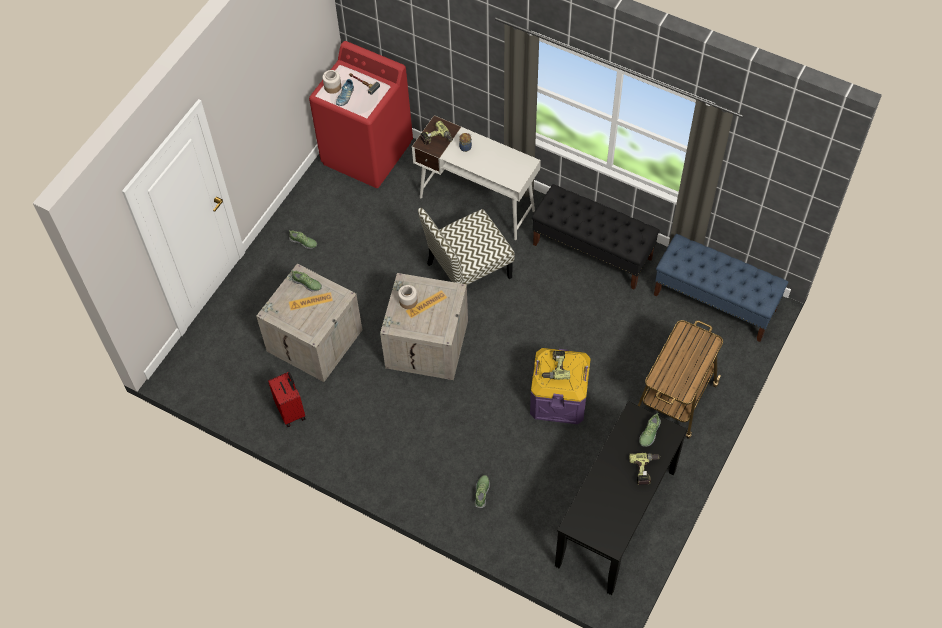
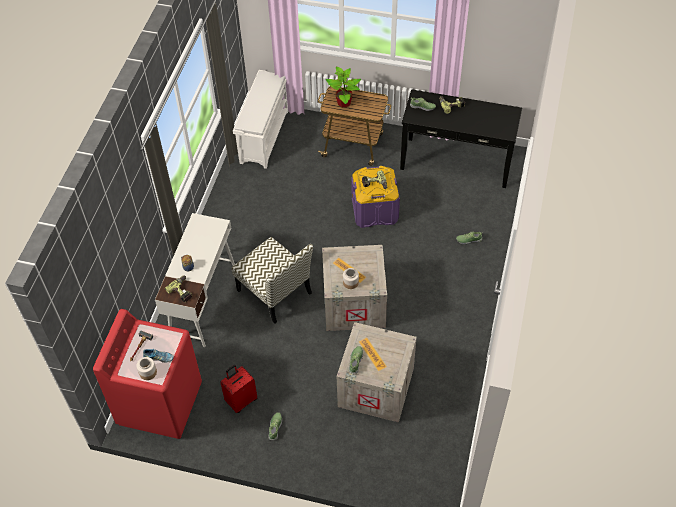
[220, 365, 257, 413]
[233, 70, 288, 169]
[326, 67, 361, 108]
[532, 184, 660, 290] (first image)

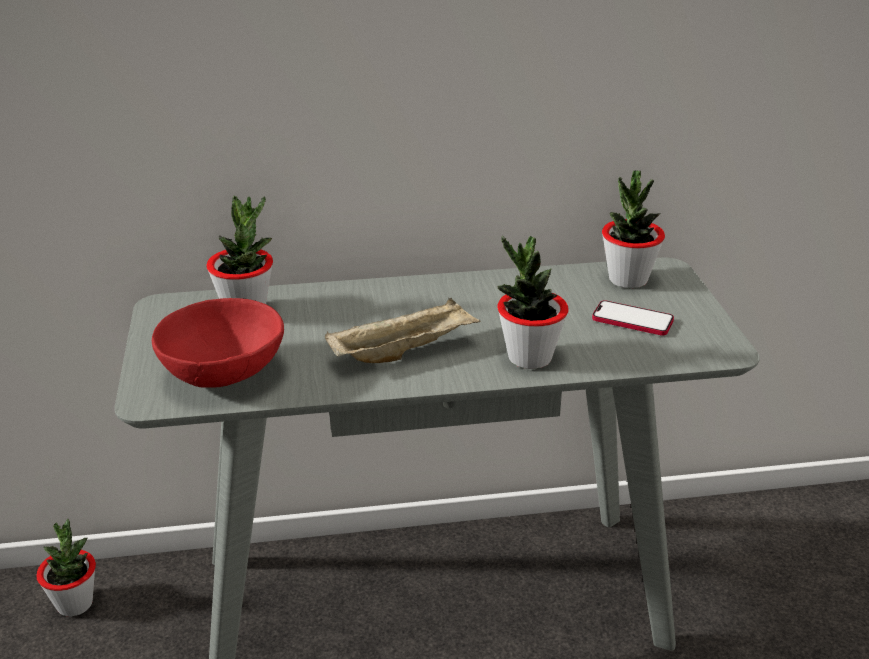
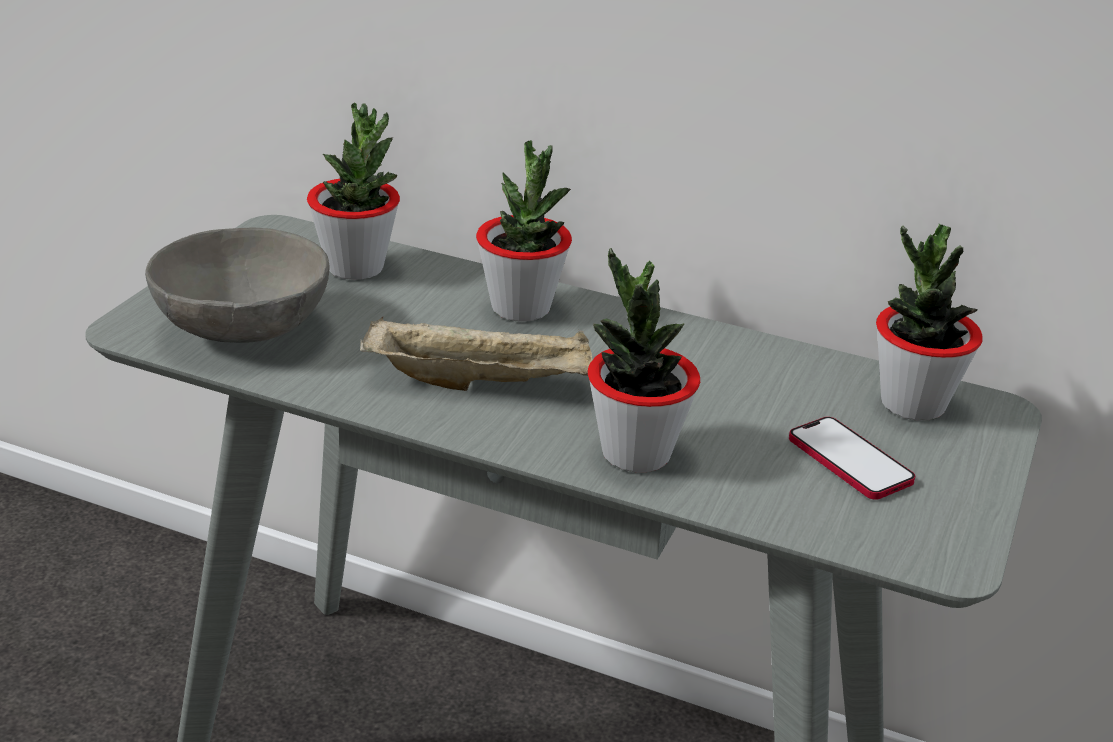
[145, 228, 330, 343]
[476, 140, 572, 322]

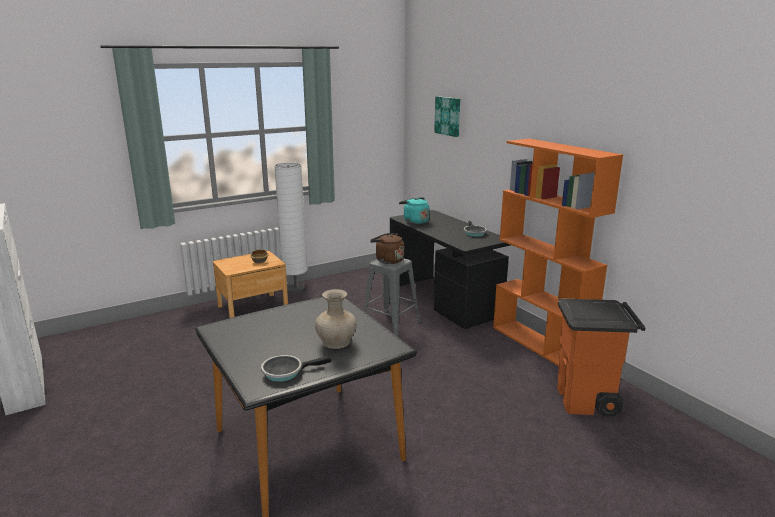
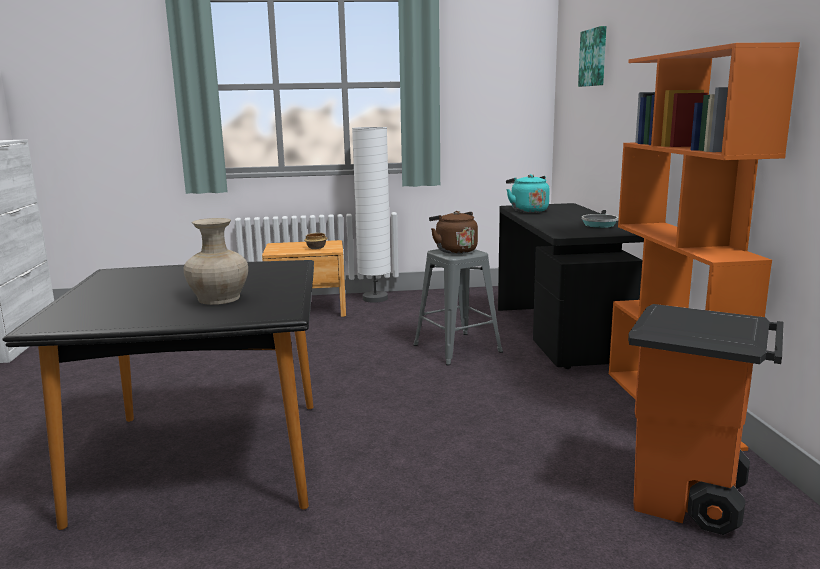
[261, 355, 331, 382] (first image)

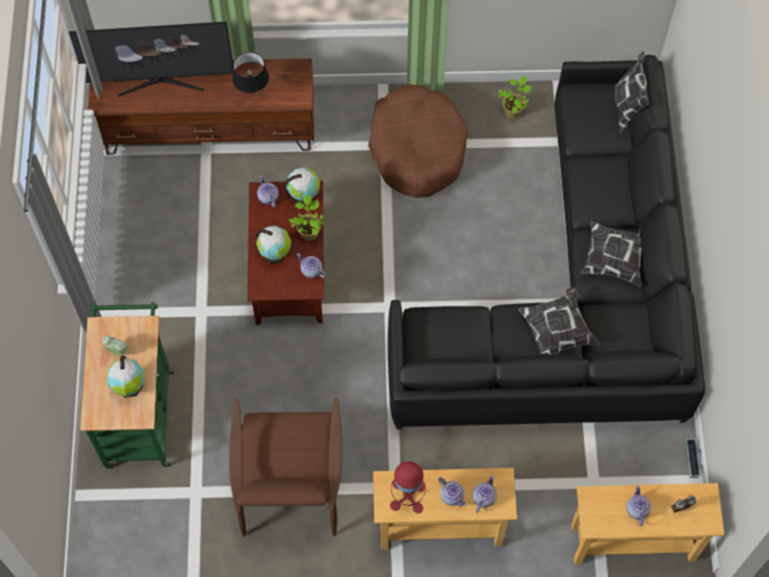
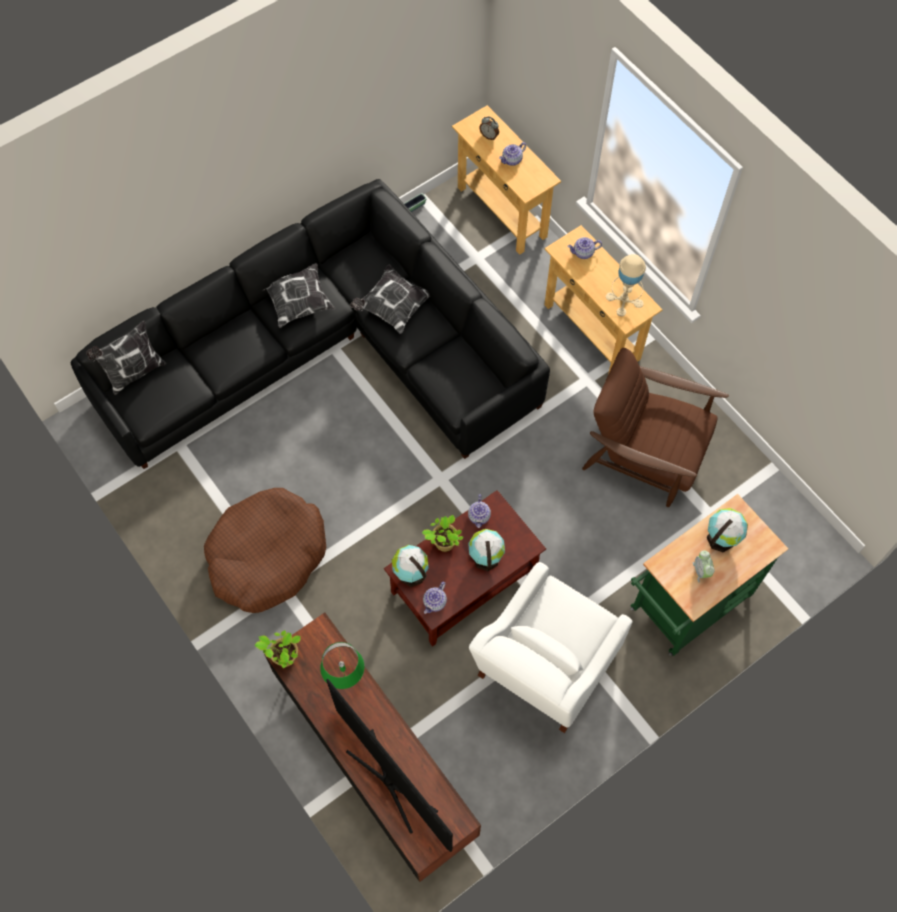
[254, 630, 301, 668]
[320, 642, 364, 689]
[469, 562, 632, 733]
[582, 348, 729, 507]
[606, 254, 646, 316]
[439, 477, 466, 506] (first image)

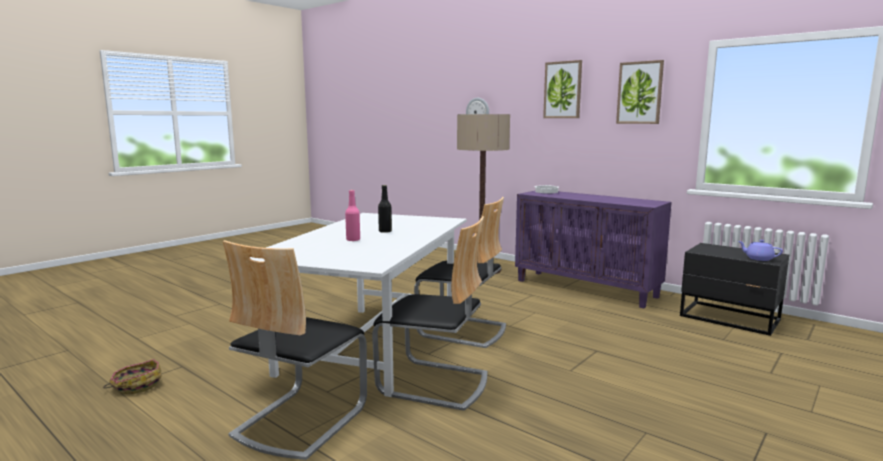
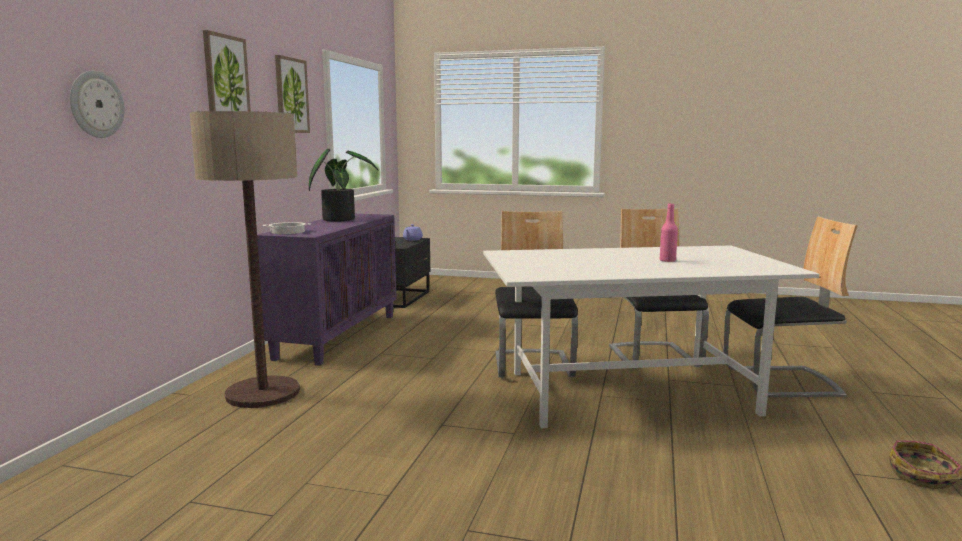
[309, 149, 379, 221]
[378, 185, 392, 233] (first image)

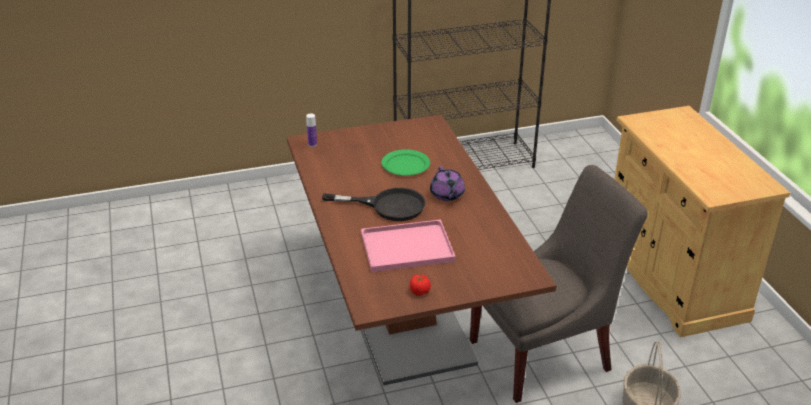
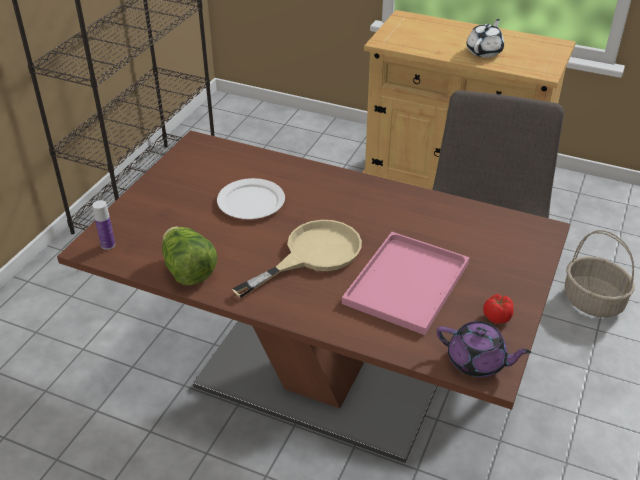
[162, 226, 217, 285]
[217, 178, 285, 219]
[232, 220, 362, 298]
[437, 321, 531, 377]
[466, 19, 504, 57]

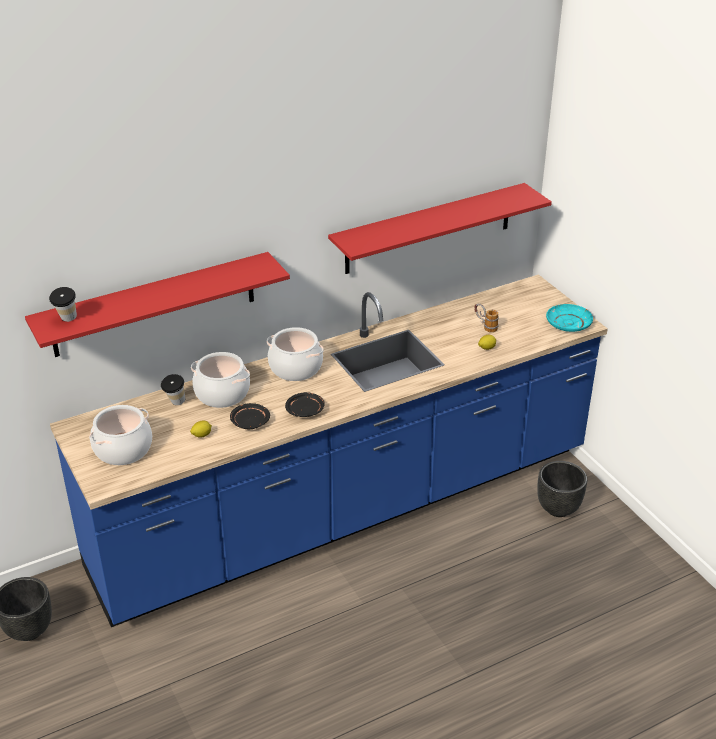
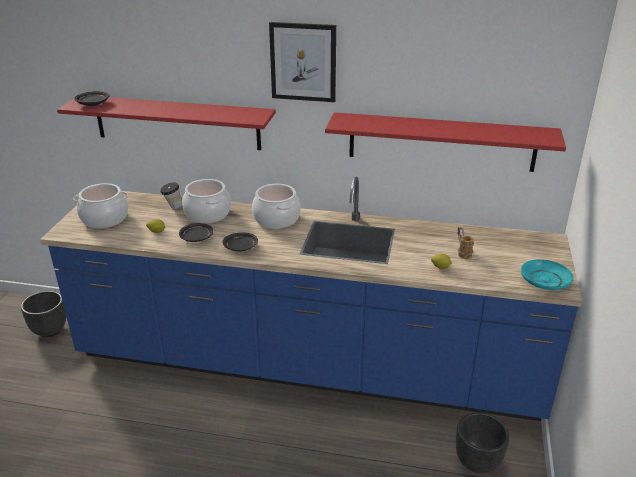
[74, 91, 110, 106]
[269, 22, 336, 102]

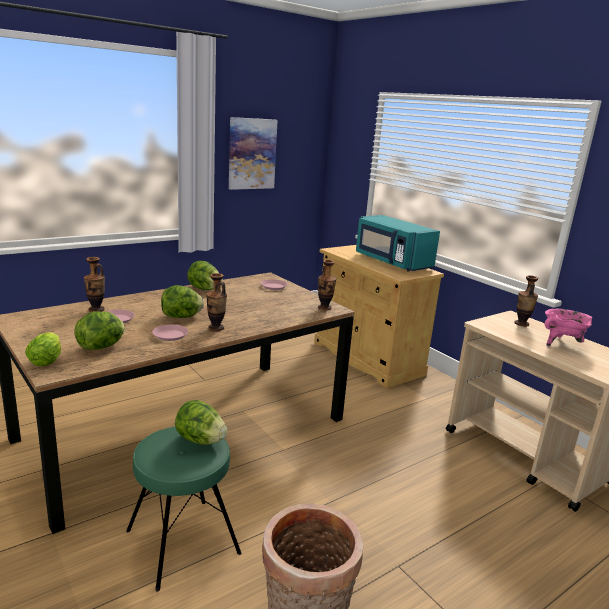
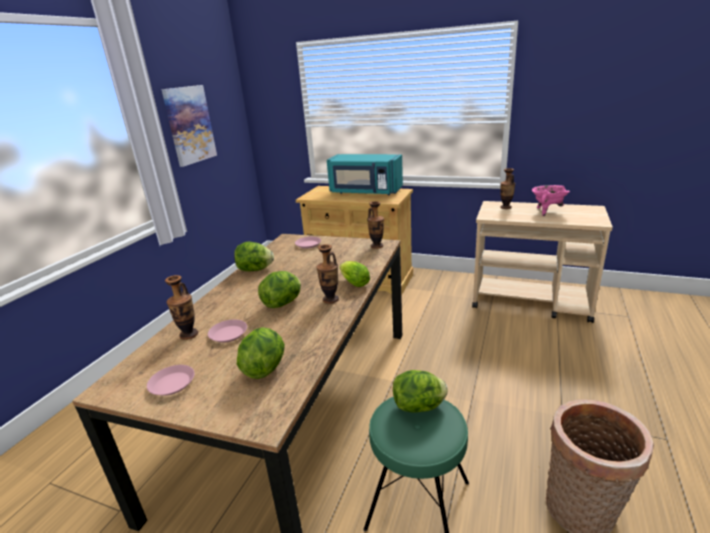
[147, 365, 195, 396]
[339, 261, 370, 287]

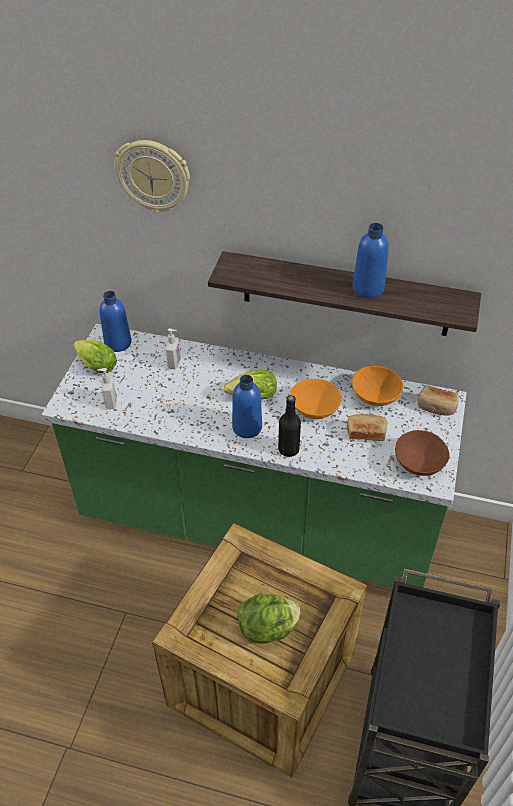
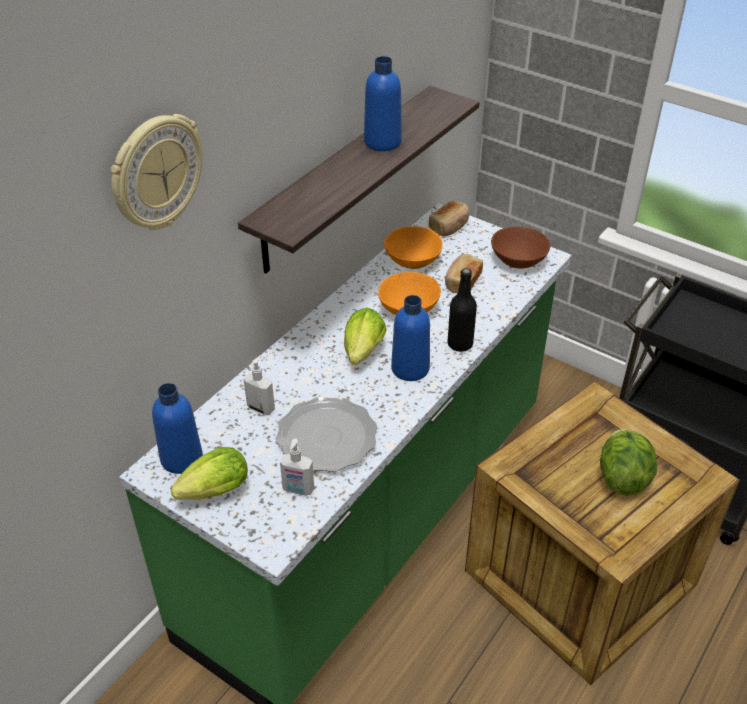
[276, 397, 377, 472]

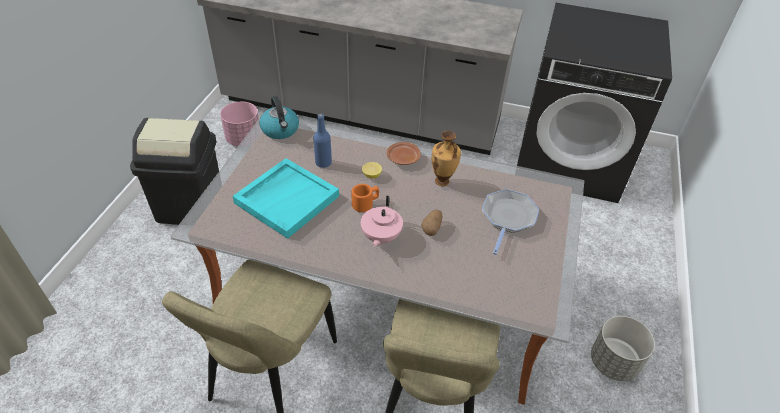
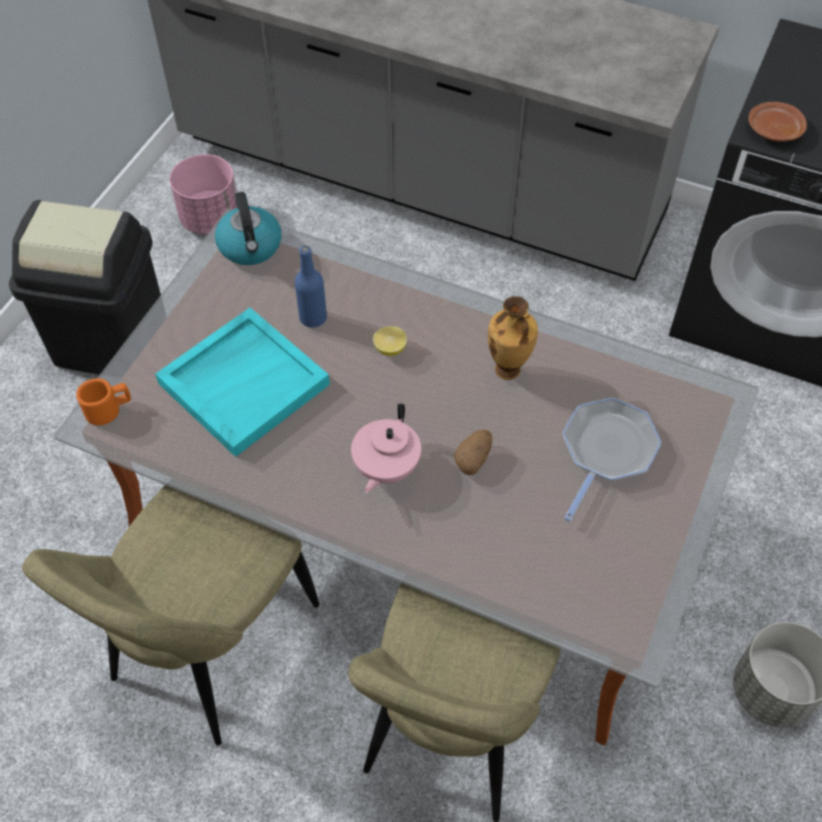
[76, 378, 131, 425]
[748, 102, 807, 142]

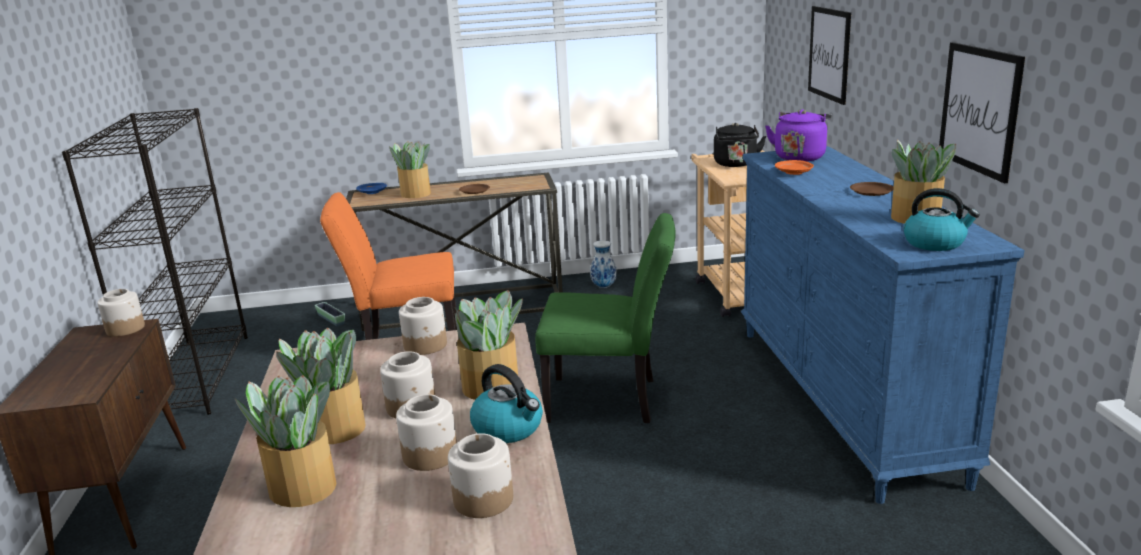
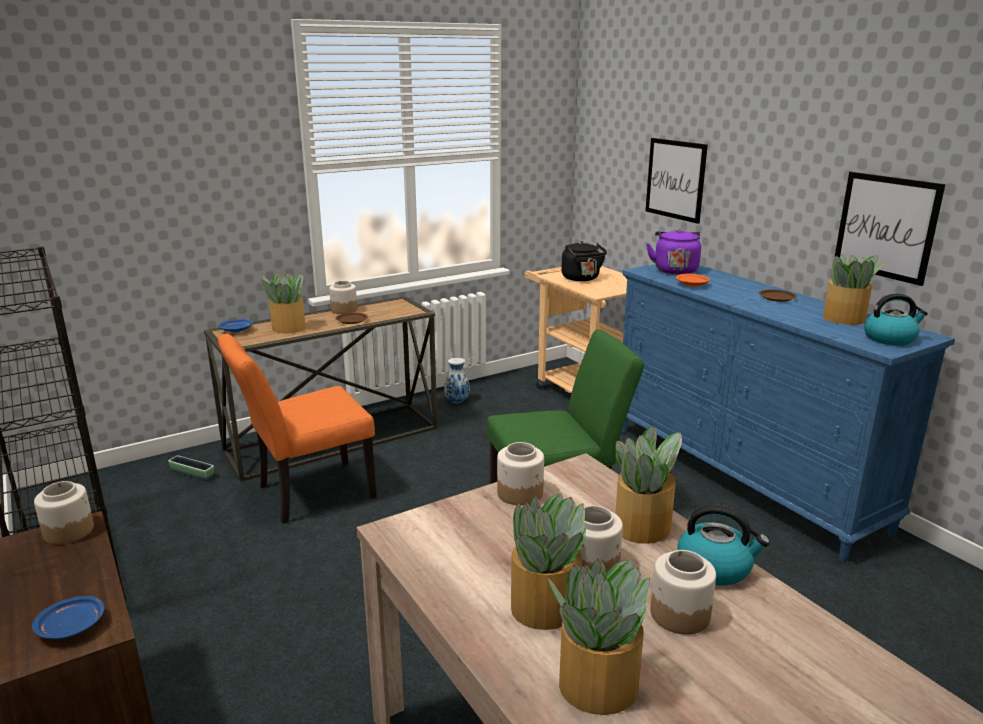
[32, 596, 105, 639]
[329, 281, 357, 314]

